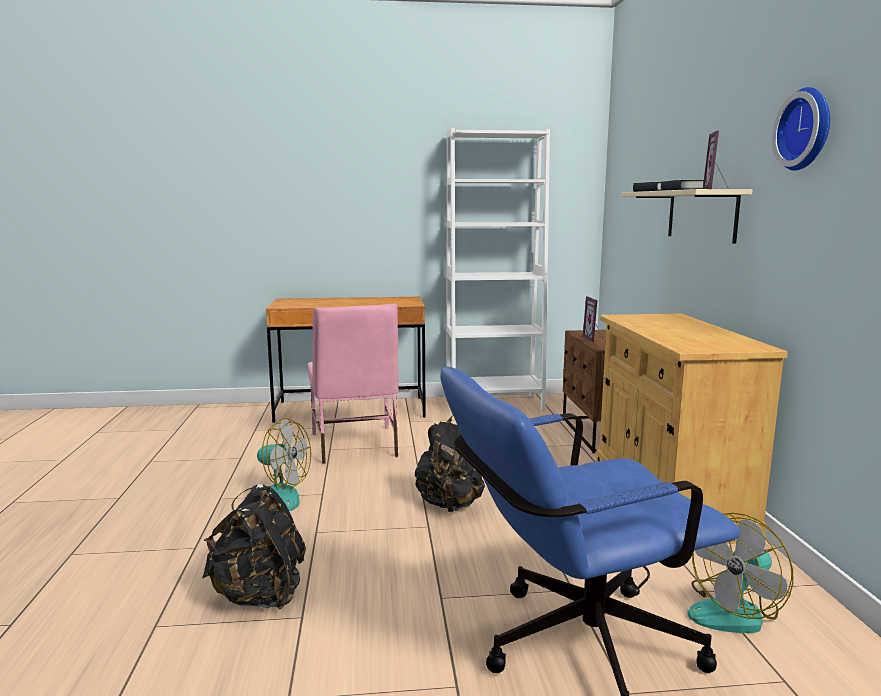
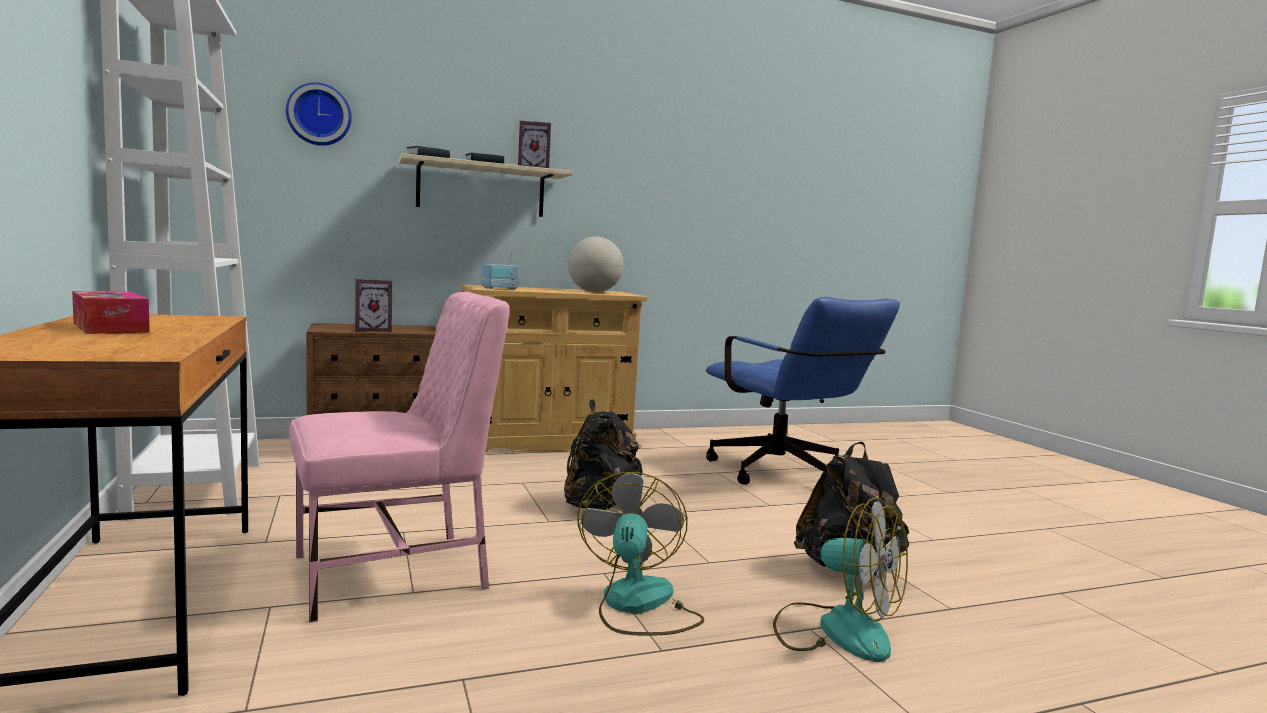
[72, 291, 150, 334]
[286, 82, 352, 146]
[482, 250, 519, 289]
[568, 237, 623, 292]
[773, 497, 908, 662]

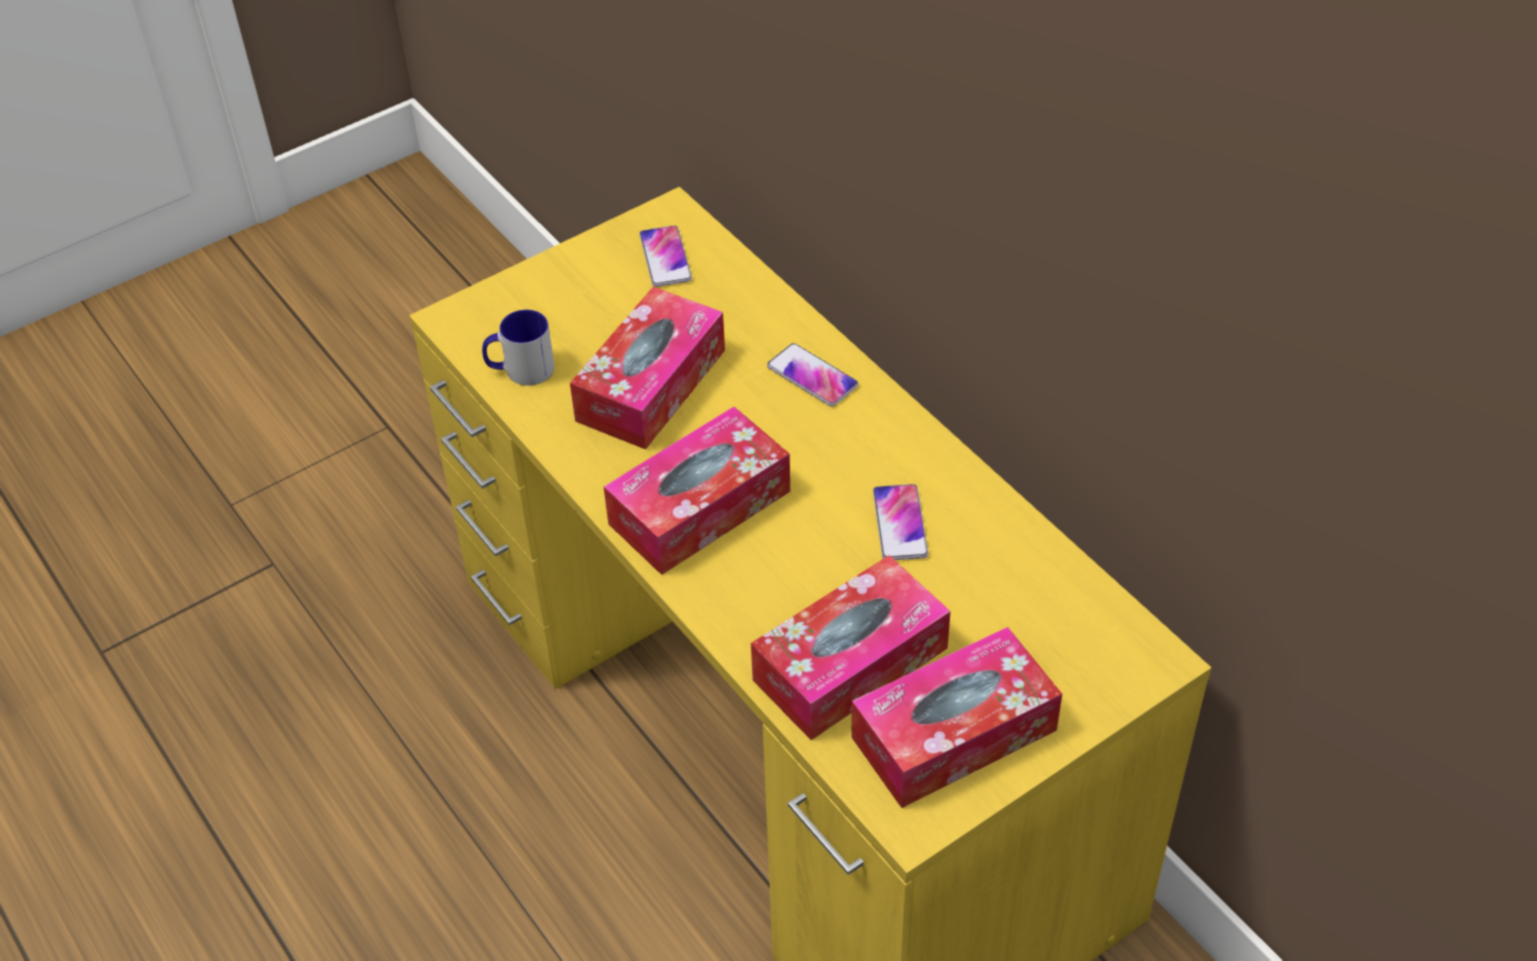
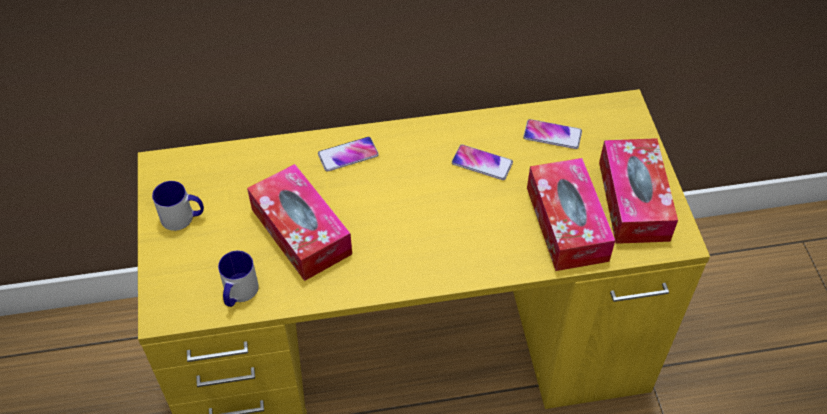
[152, 181, 204, 231]
[523, 119, 582, 149]
[604, 407, 790, 575] (first image)

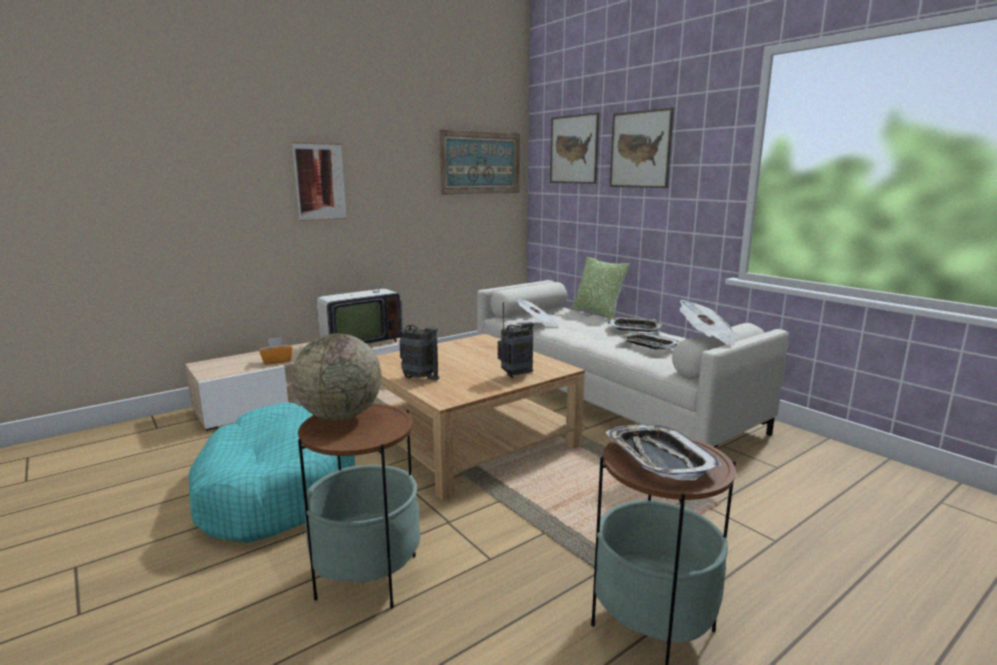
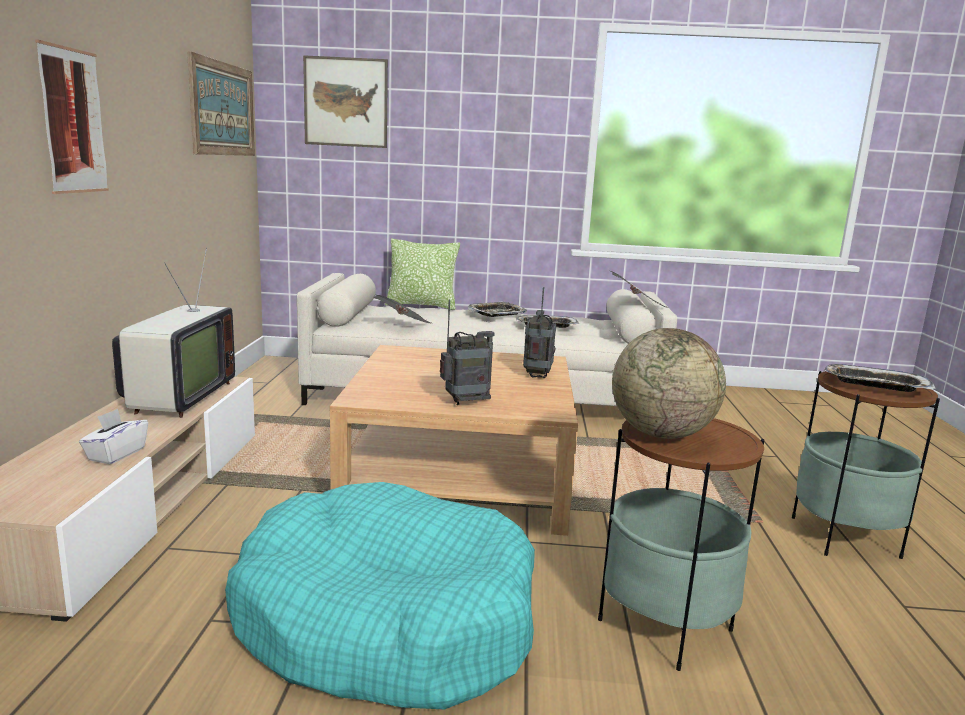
[79, 409, 148, 464]
[609, 108, 674, 188] (first image)

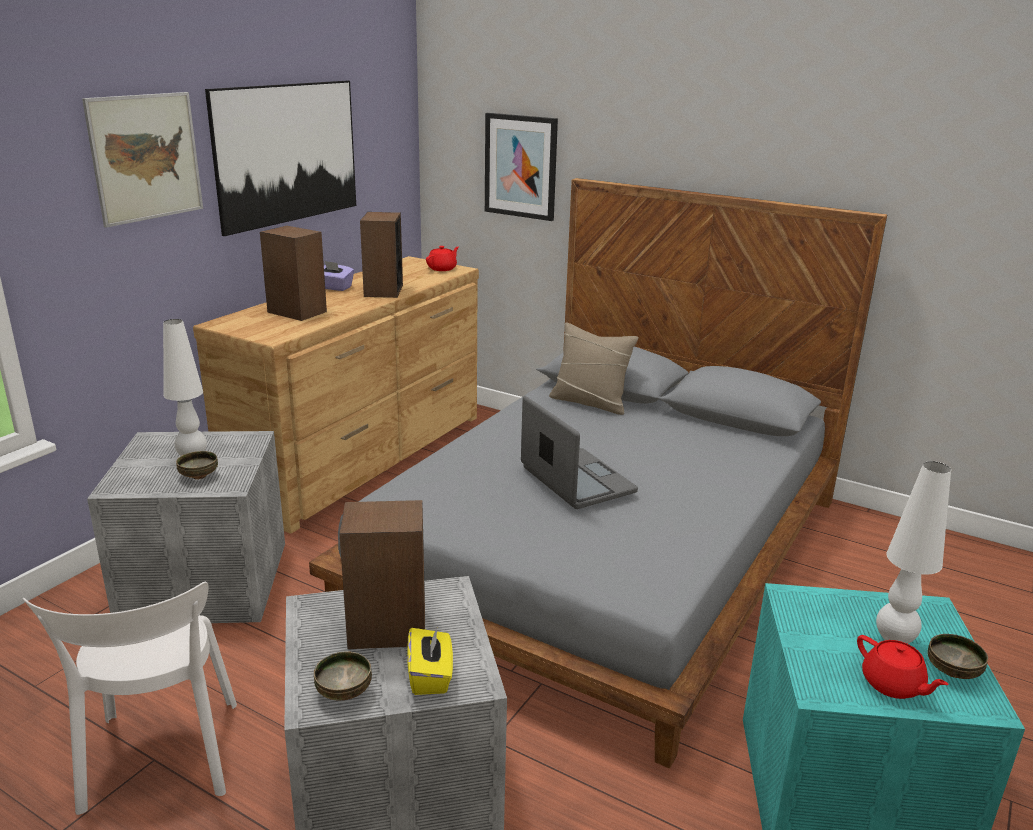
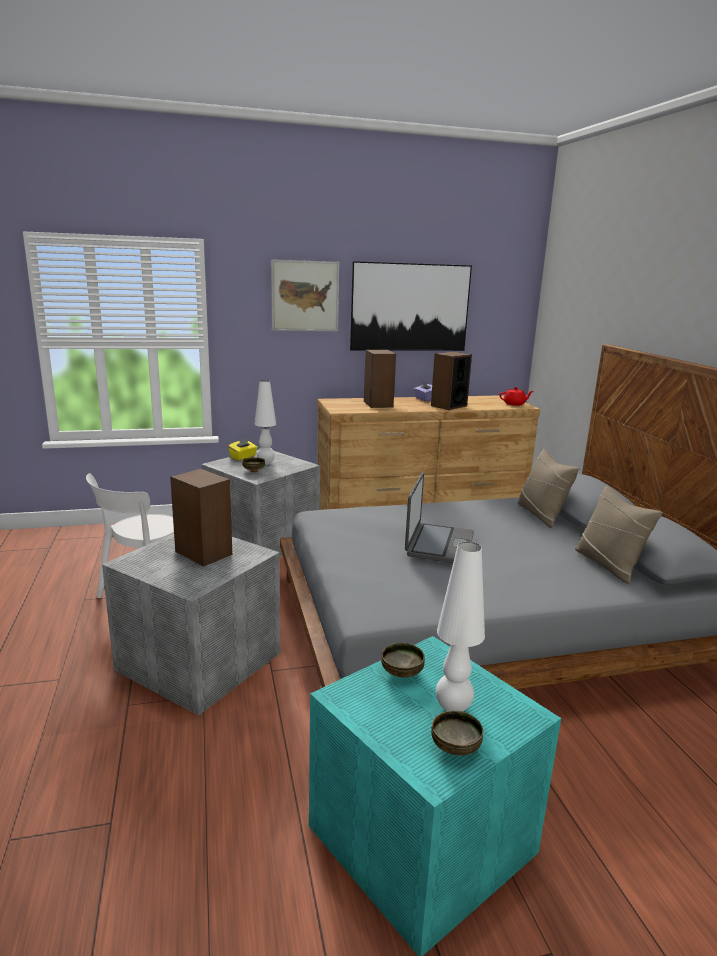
[228, 438, 258, 461]
[381, 643, 425, 677]
[575, 485, 663, 584]
[485, 113, 558, 221] (first image)
[857, 635, 949, 699] (first image)

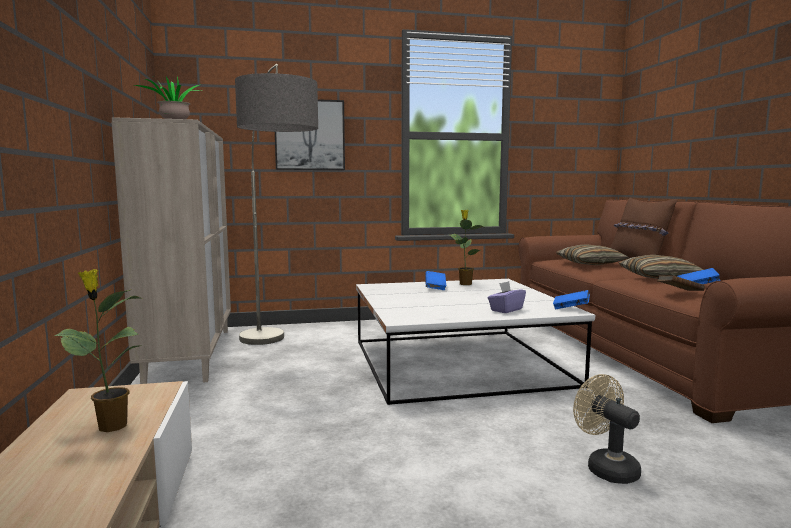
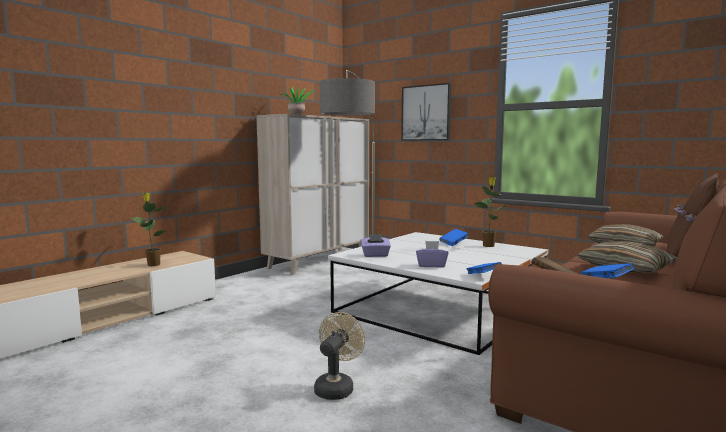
[361, 234, 391, 257]

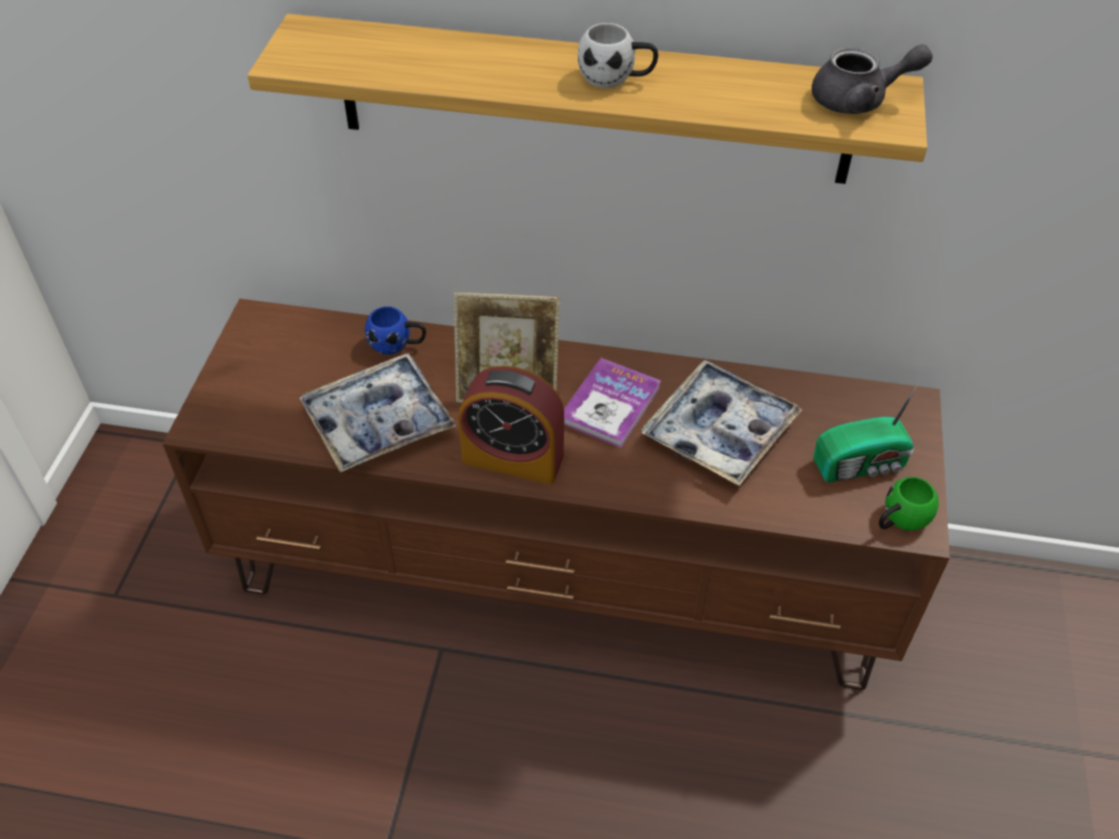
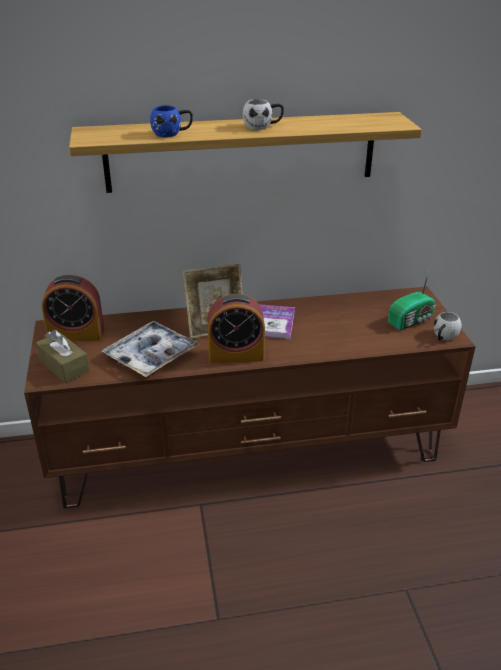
[36, 330, 90, 383]
[42, 275, 104, 341]
[150, 105, 193, 137]
[434, 312, 462, 341]
[642, 360, 802, 486] (first image)
[812, 44, 933, 114] (first image)

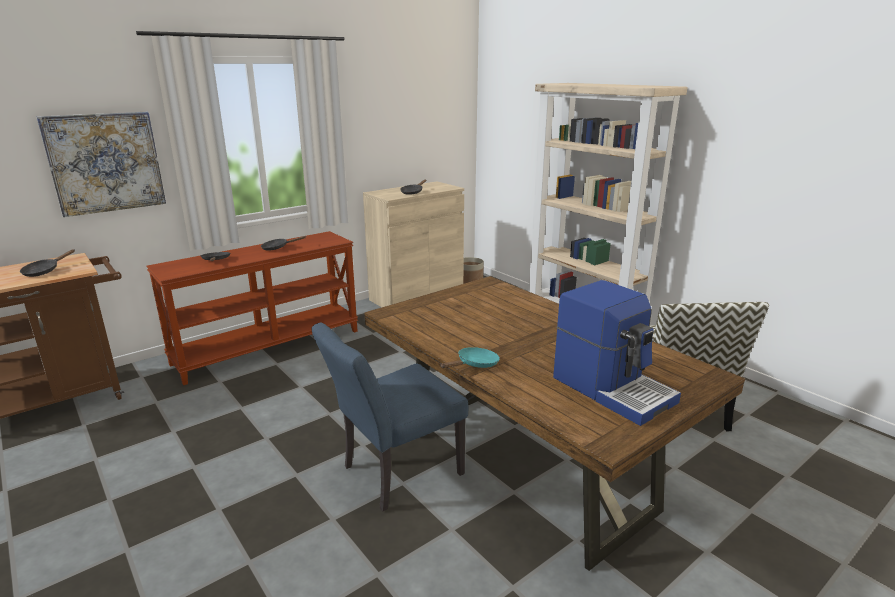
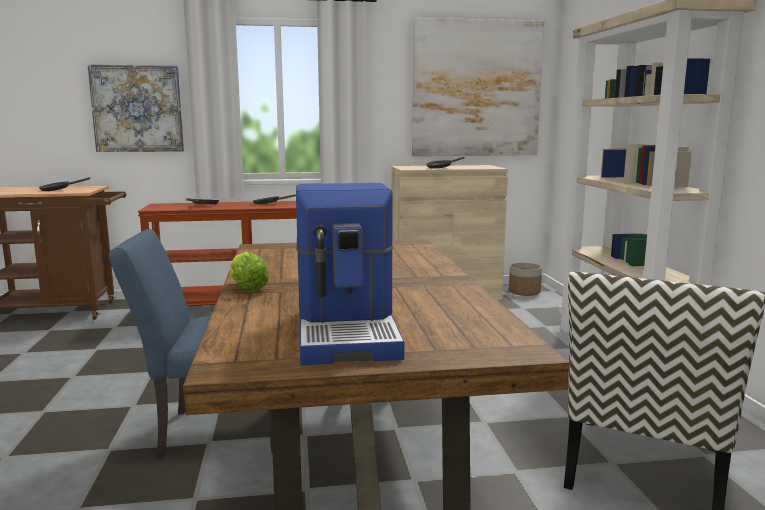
[230, 251, 269, 292]
[412, 18, 544, 156]

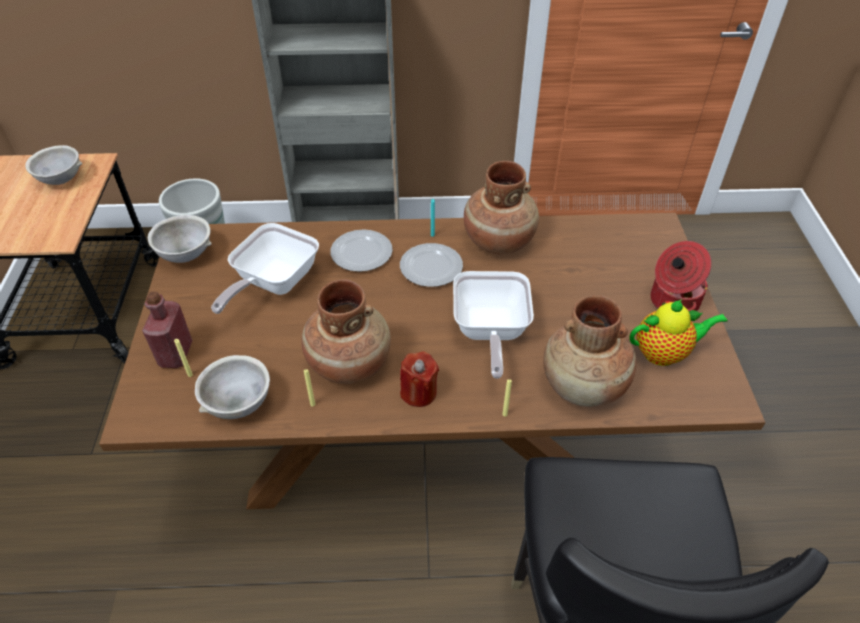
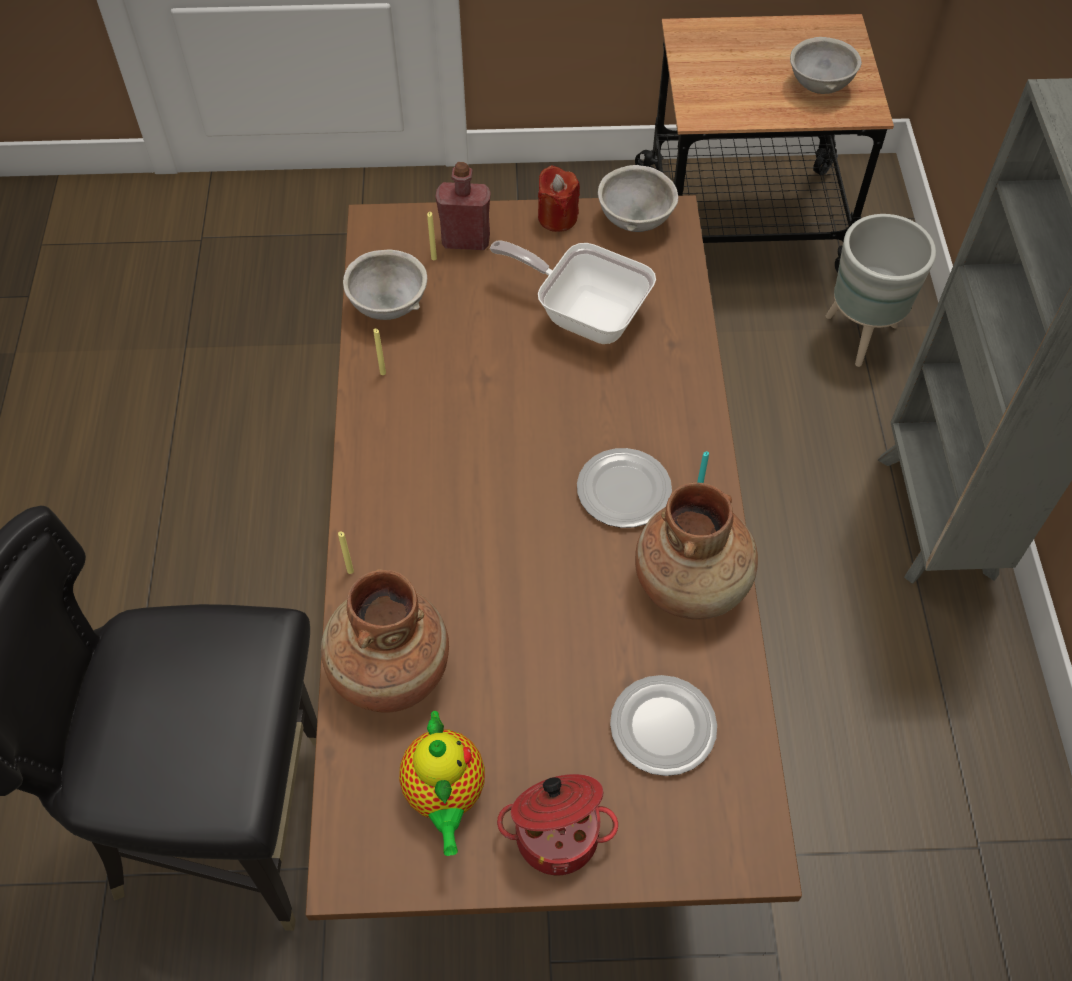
[538, 165, 580, 232]
[610, 675, 717, 776]
[302, 279, 391, 384] (first image)
[453, 271, 534, 379] (first image)

